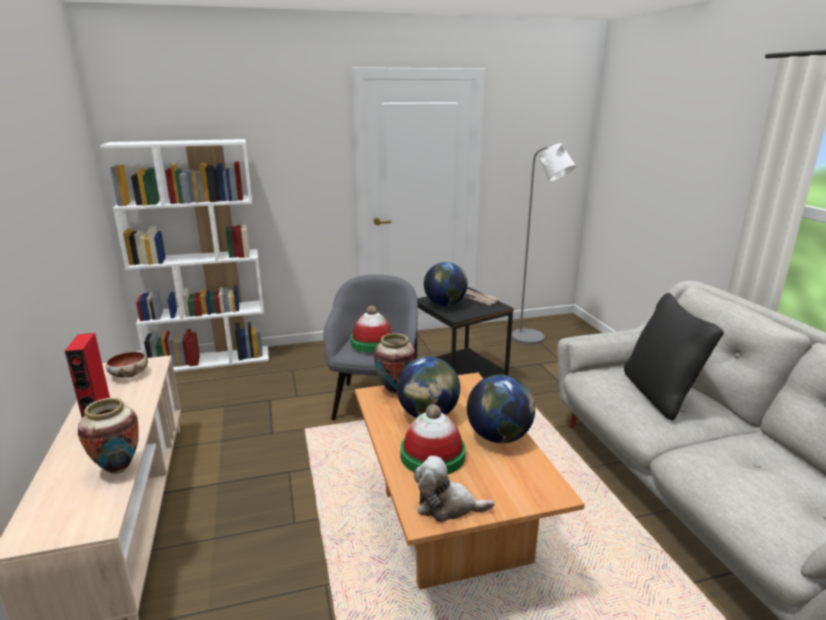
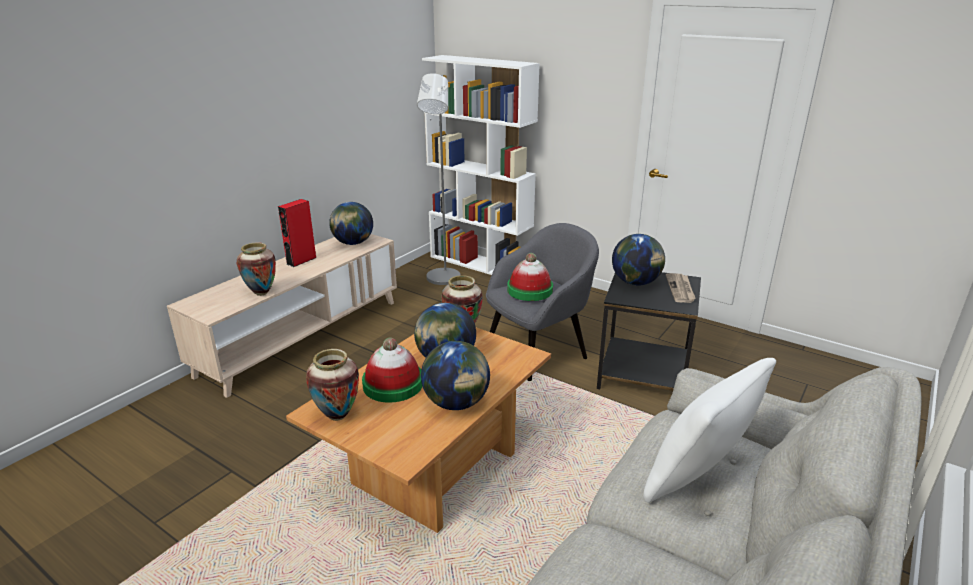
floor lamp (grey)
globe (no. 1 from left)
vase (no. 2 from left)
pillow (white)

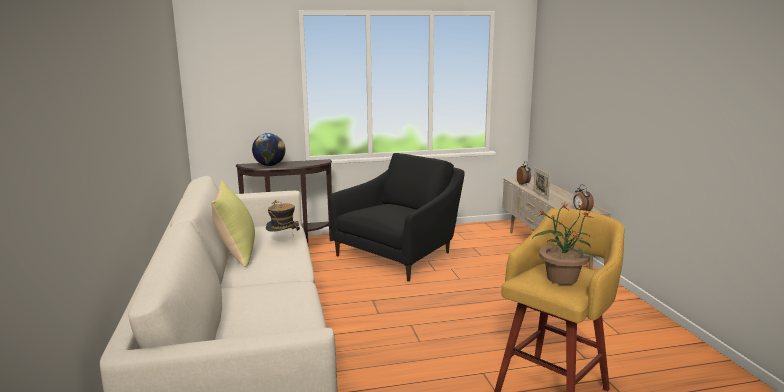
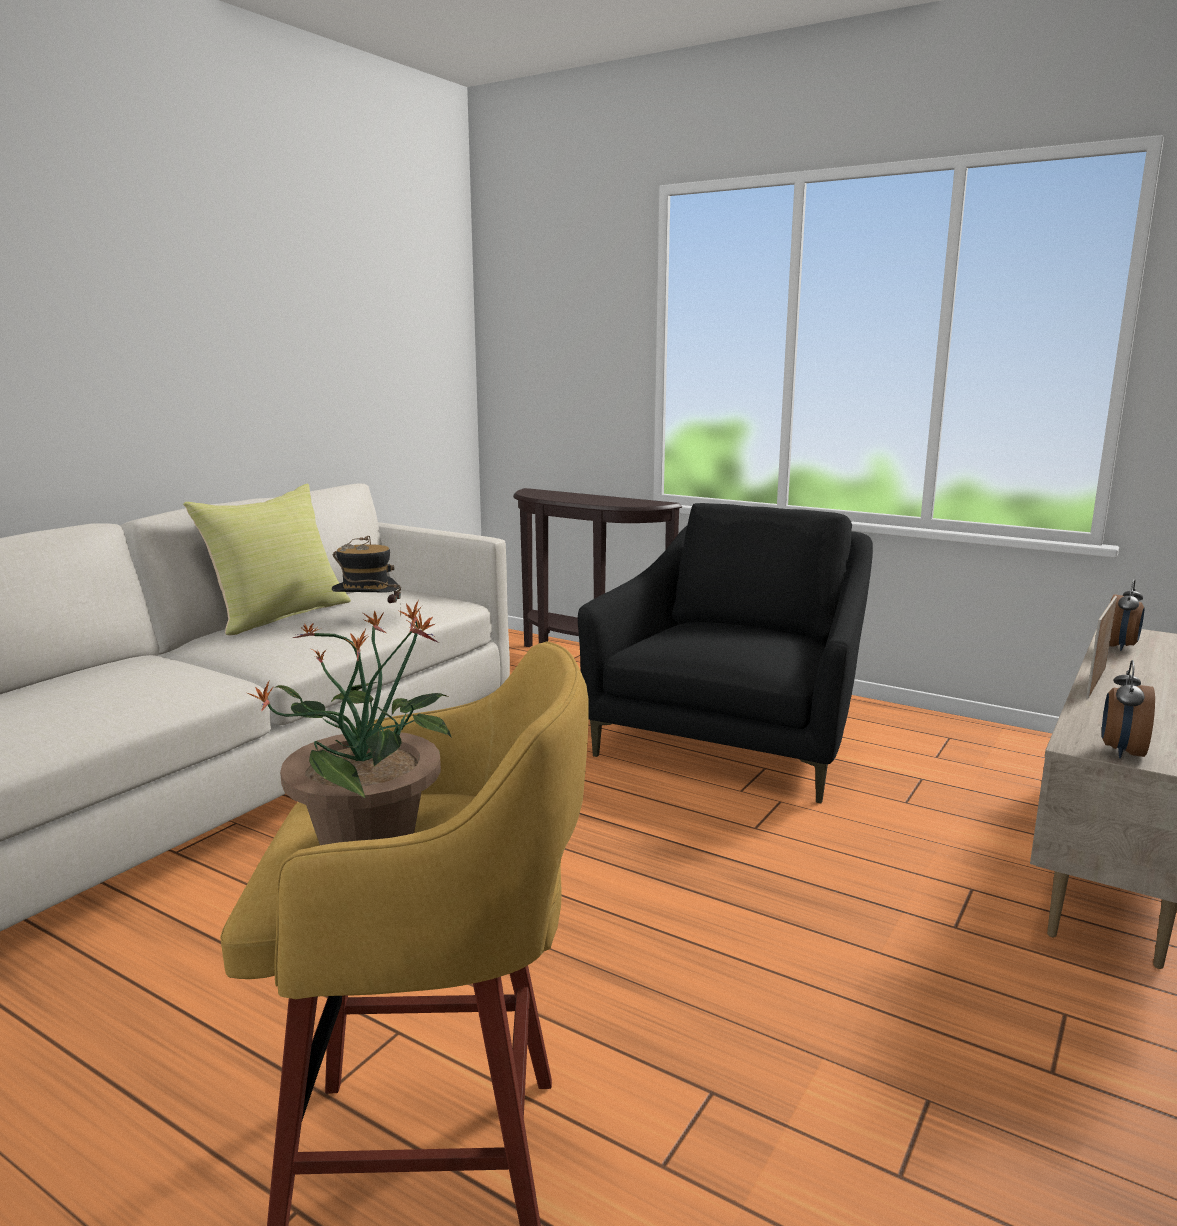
globe
armchair (black)

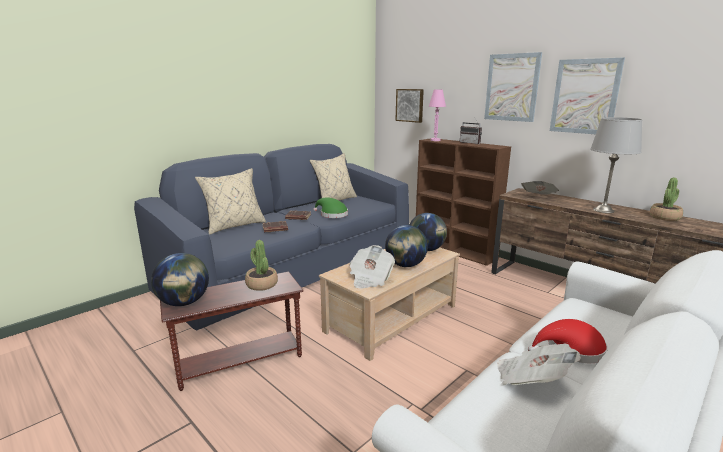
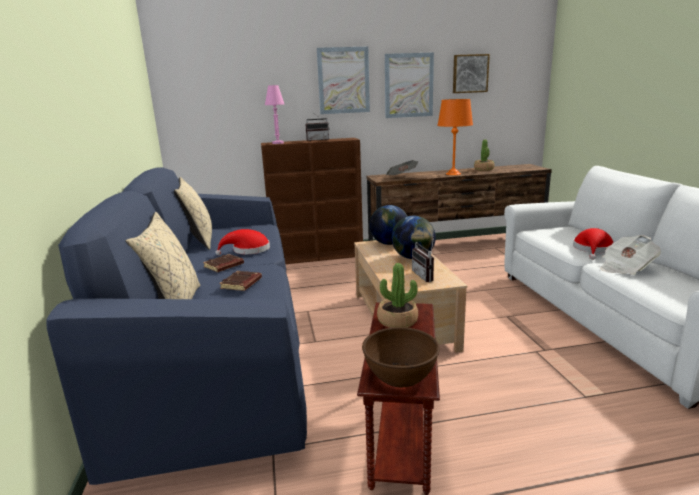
picture (no. 3 from left)
bowl (brown)
radio (no. 2 from left)
hat (red) (no. 1 from left)
table lamp (orange)

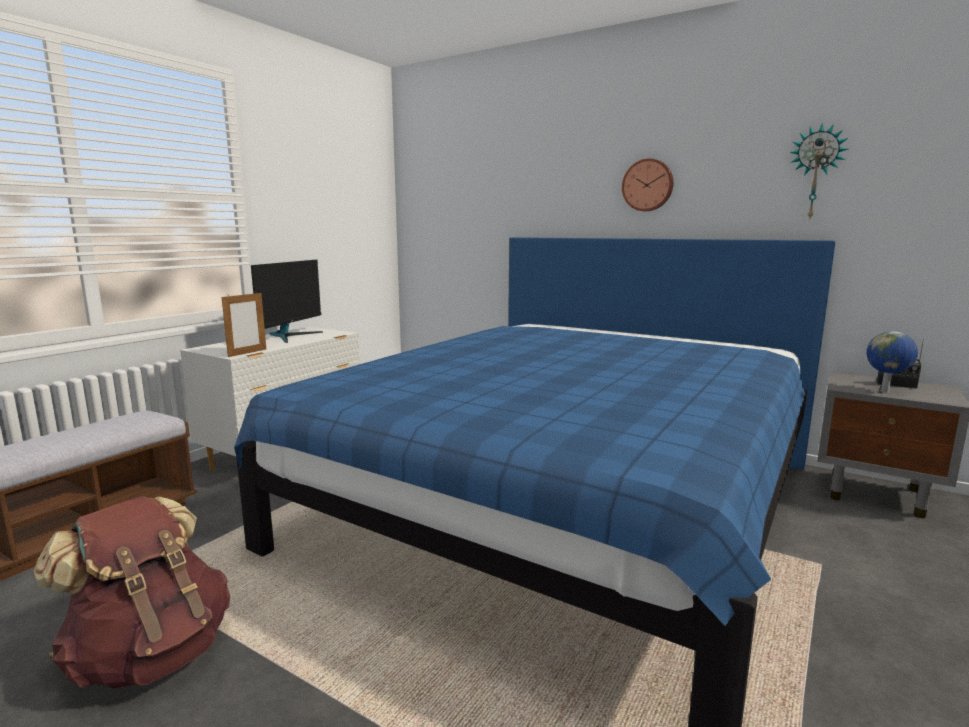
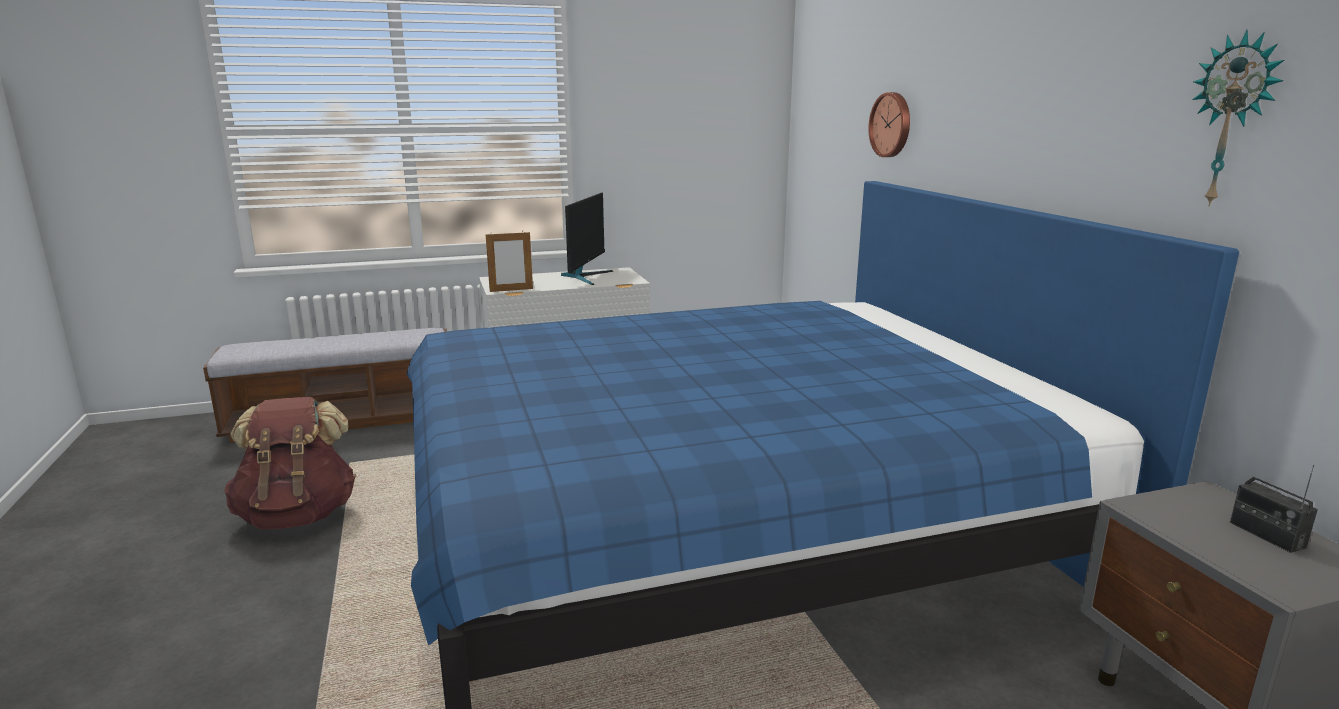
globe
wall clock (no. 1 from left)
monitor

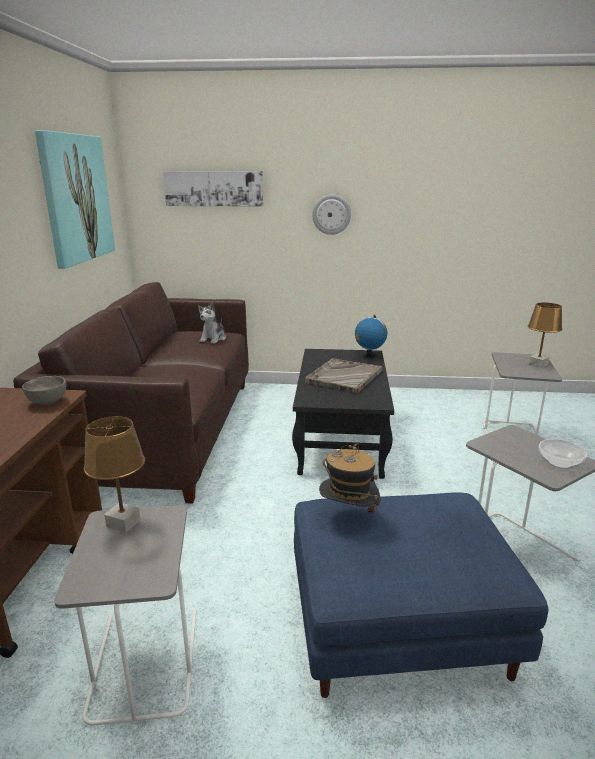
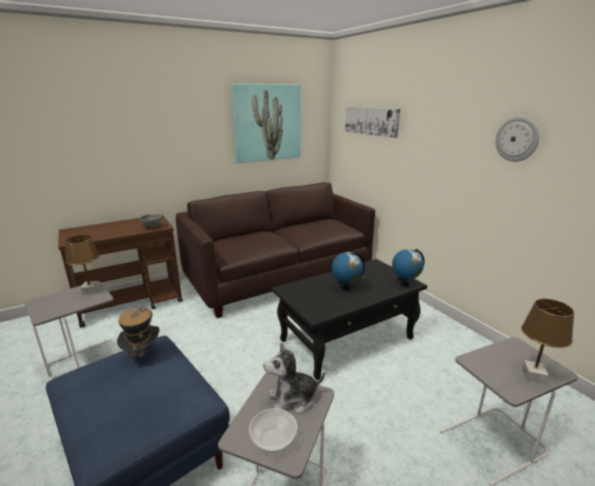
plush toy
wall clock
globe (no. 1 from left)

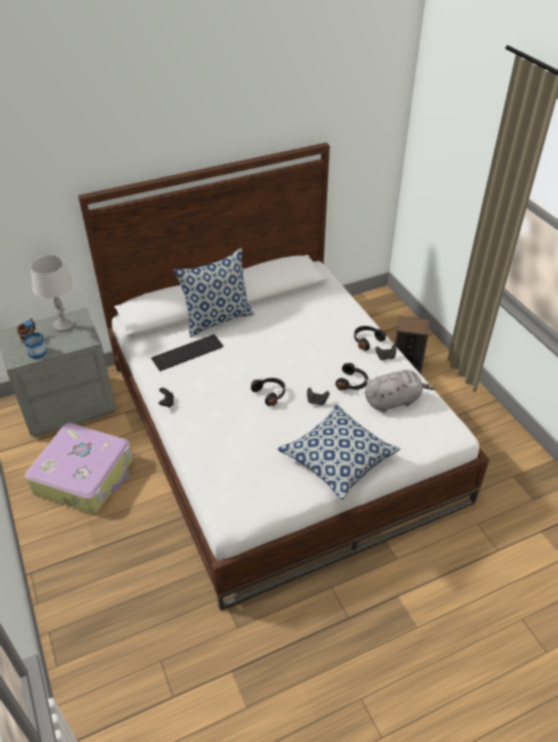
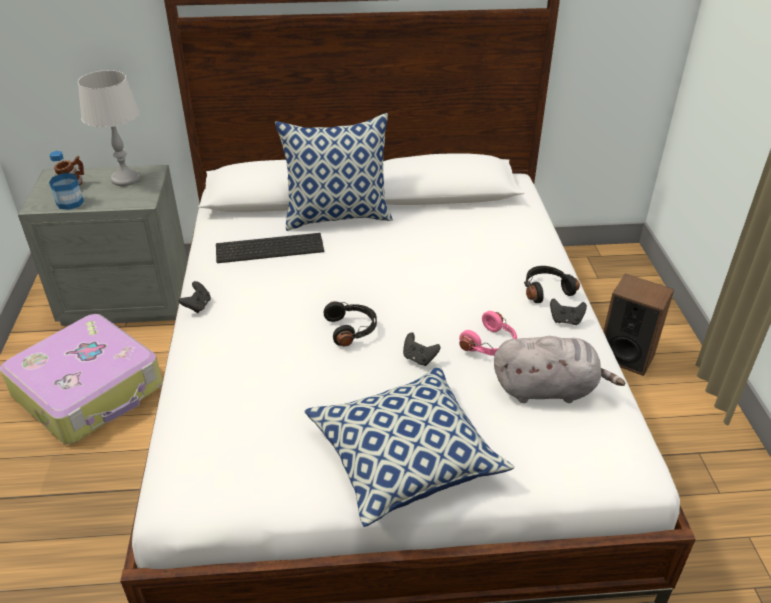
headphones (pink)

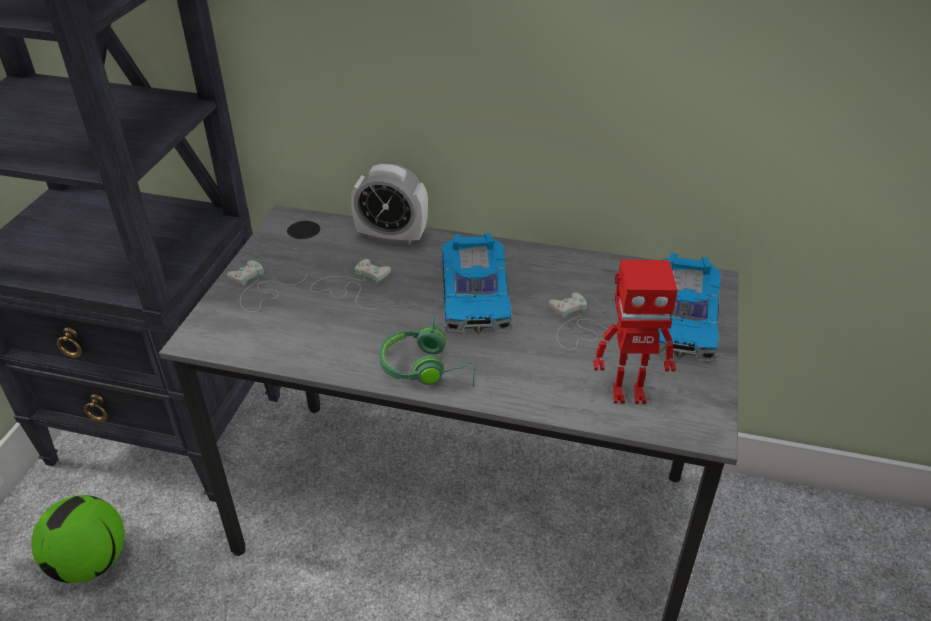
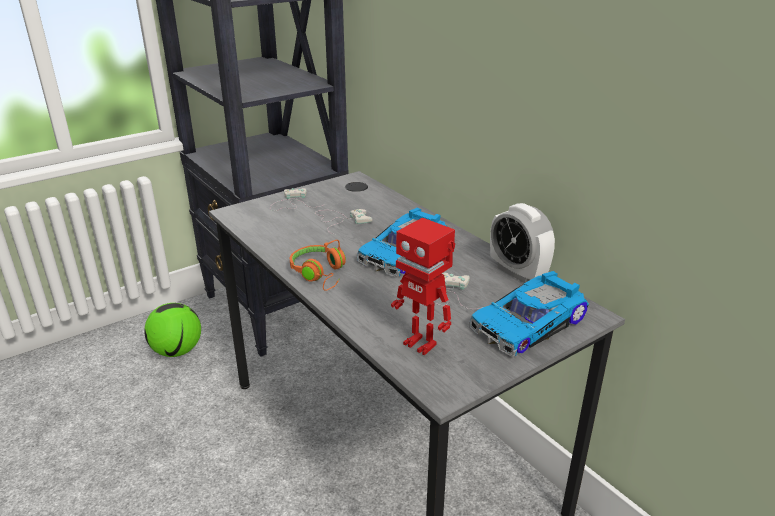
alarm clock
headphones (orange)

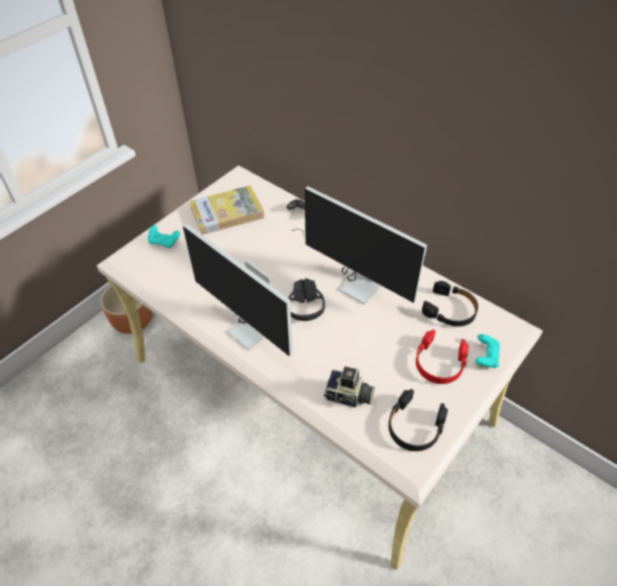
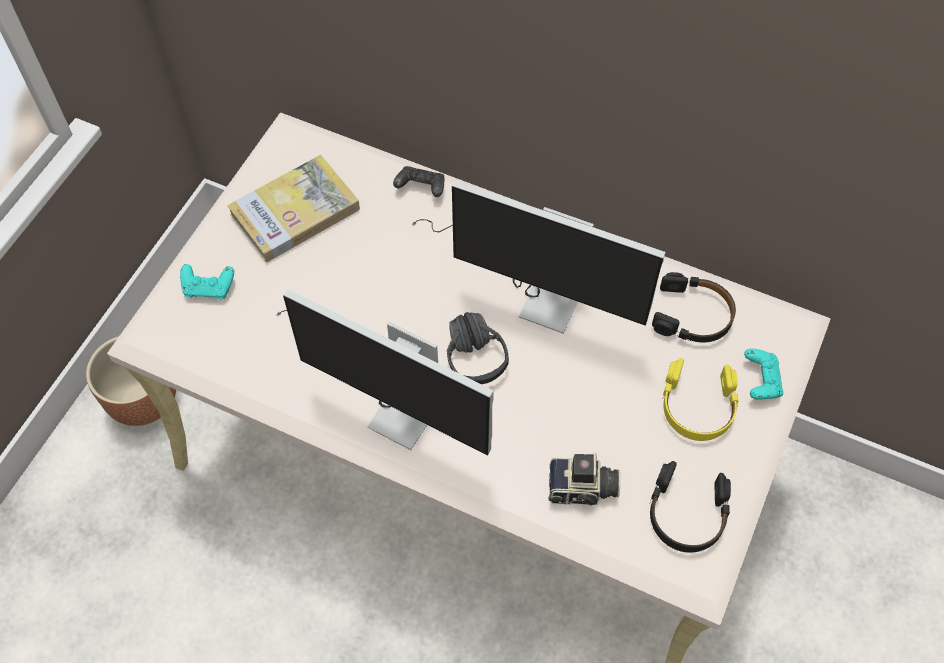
headphones (yellow)

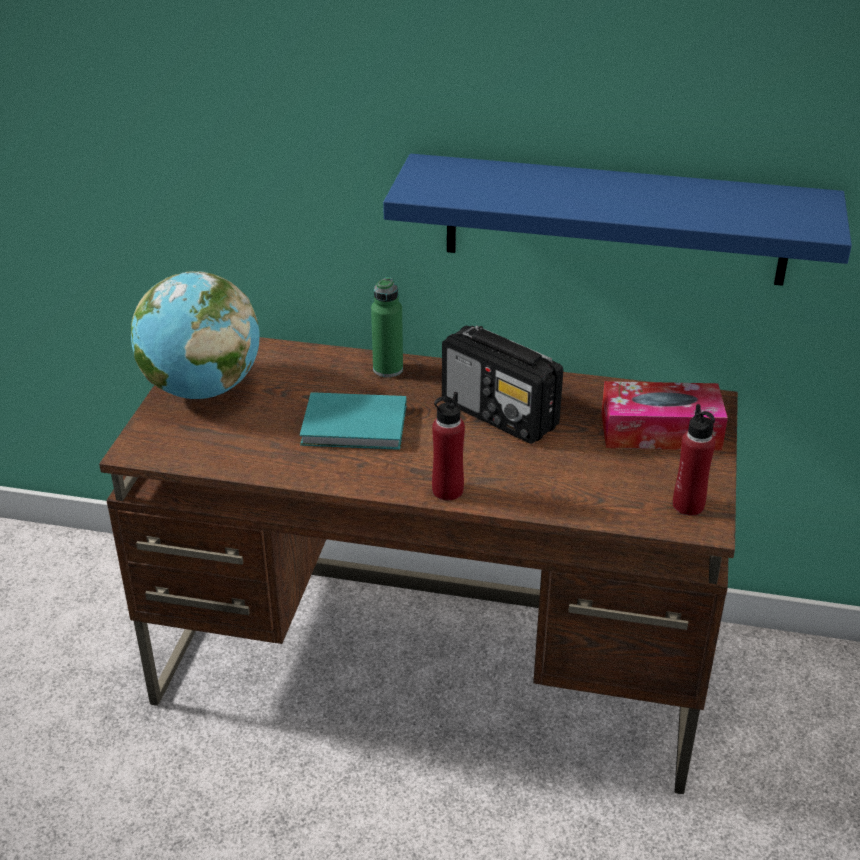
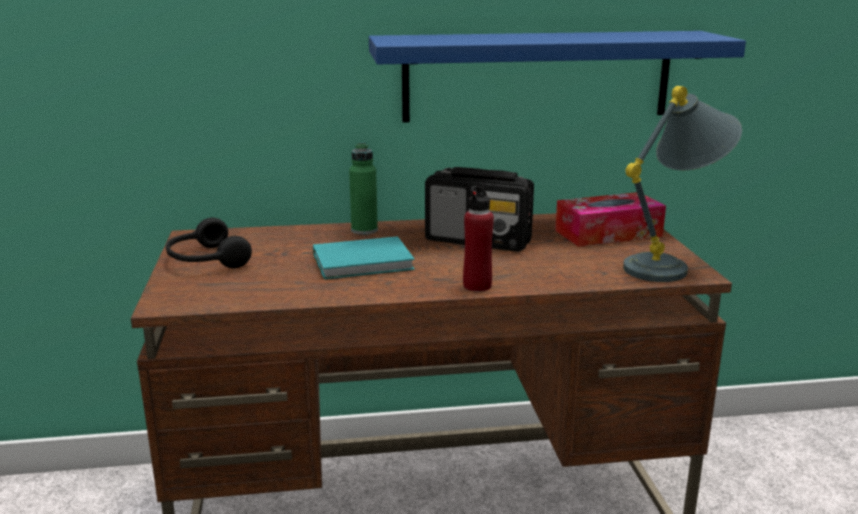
headphones (black)
table lamp (grey)

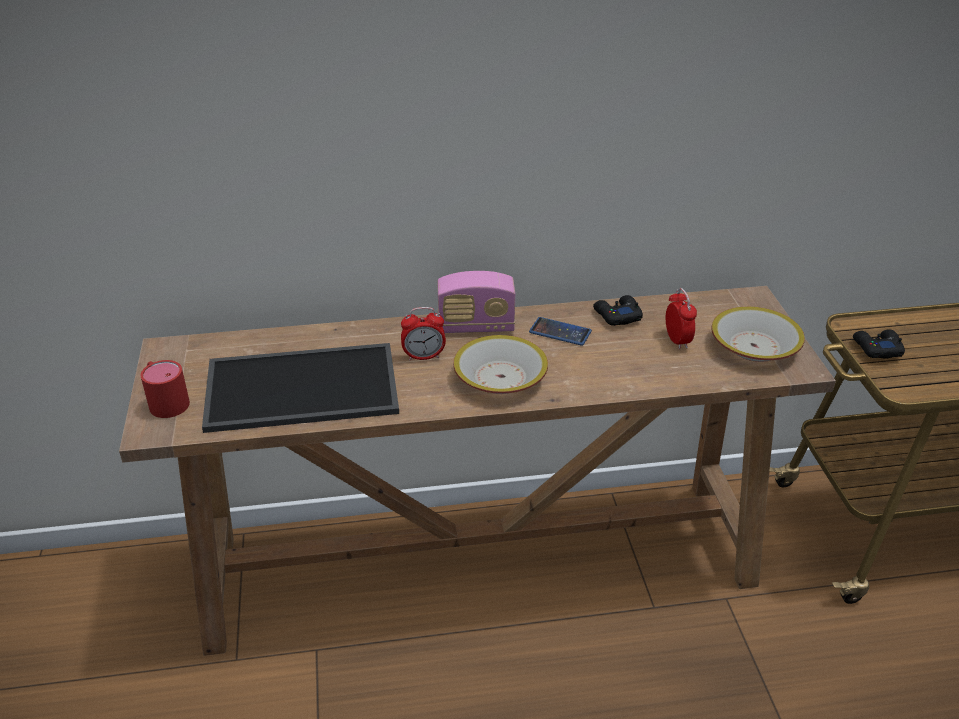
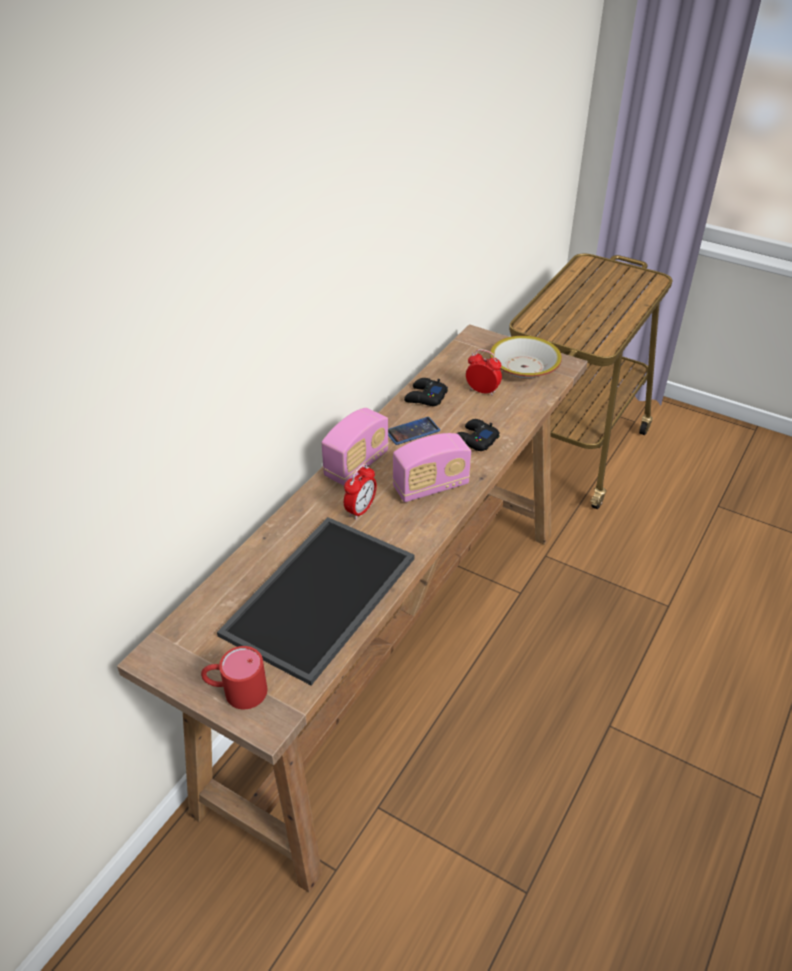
game controller (black) (no. 2 from left)
radio (no. 2 from left)

